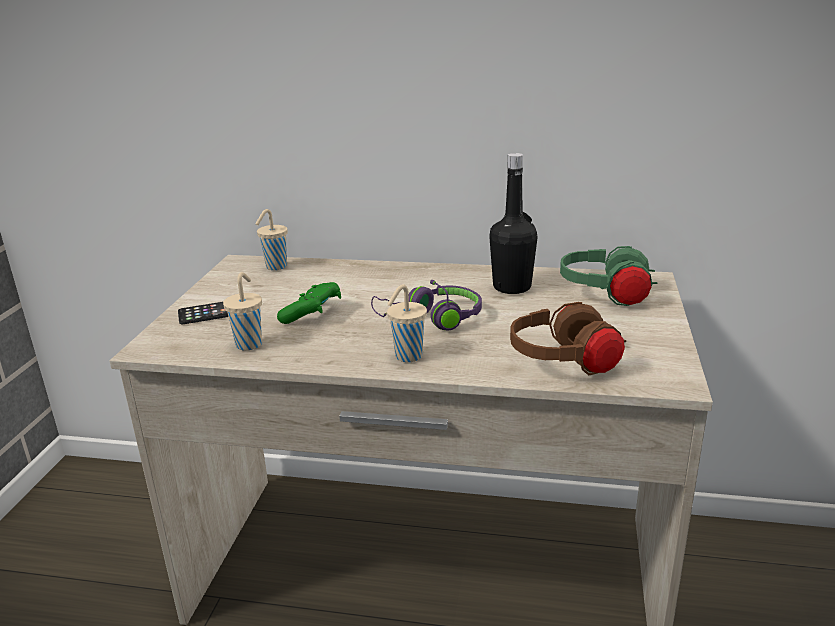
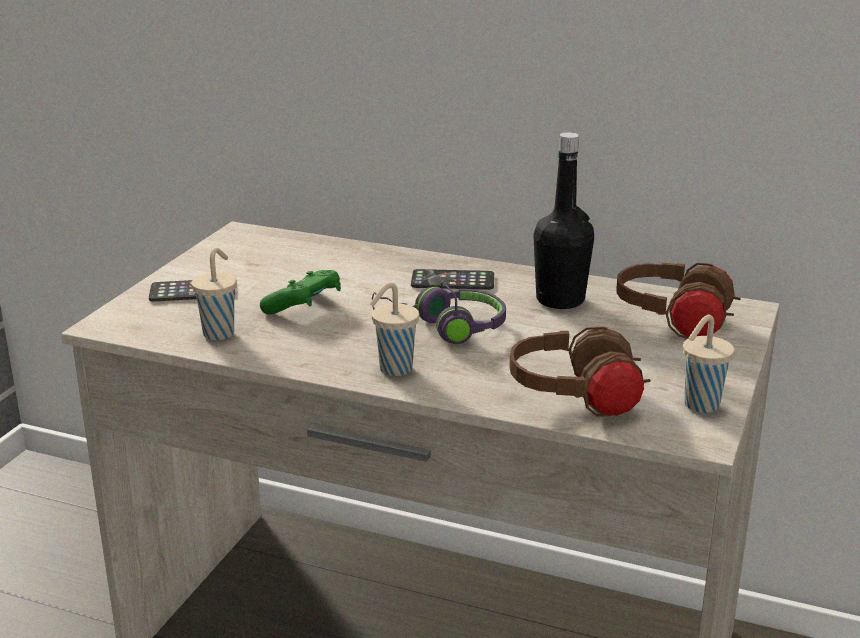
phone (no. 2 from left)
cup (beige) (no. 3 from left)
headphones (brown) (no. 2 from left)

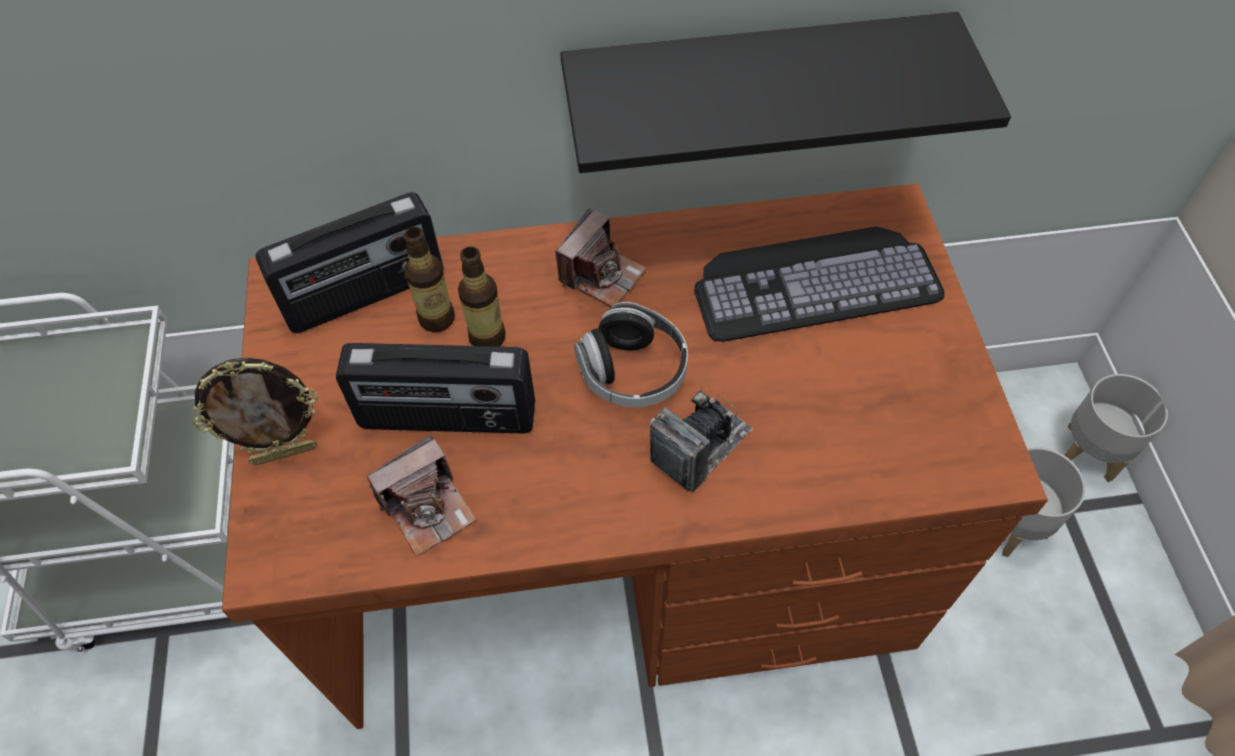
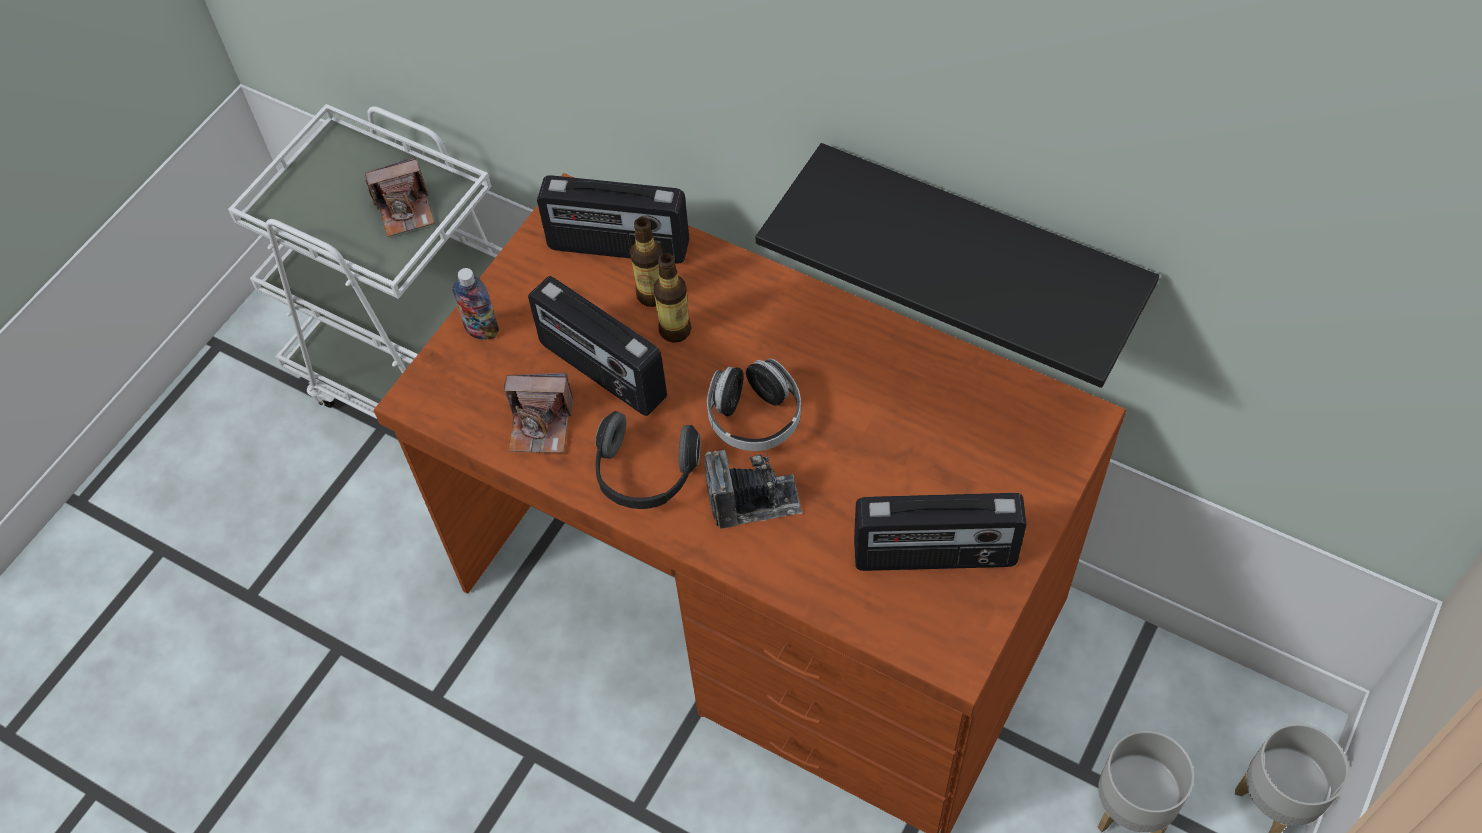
keyboard
headphones (no. 1 from left)
radio (no. 3 from left)
photo camera (no. 1 from left)
bottle (no. 1 from left)

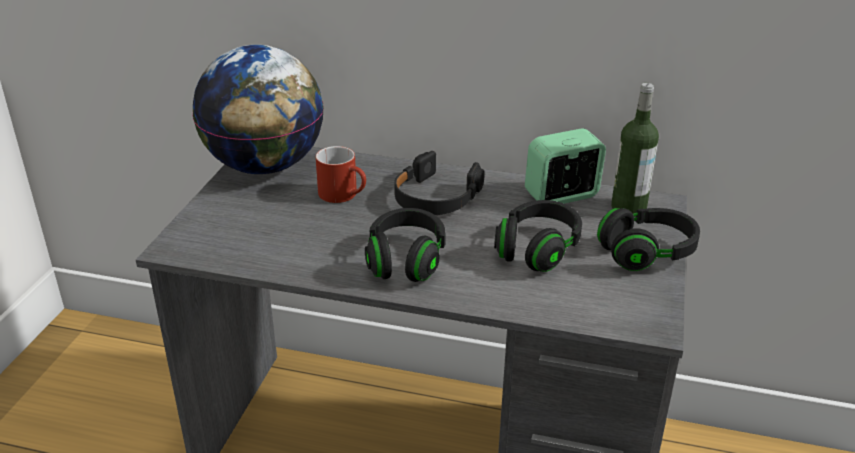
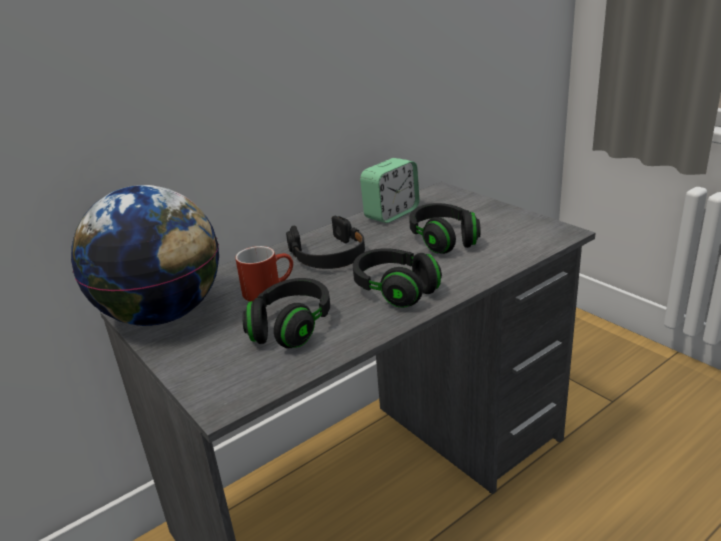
bottle
headphones (black) (no. 1 from left)
alarm clock

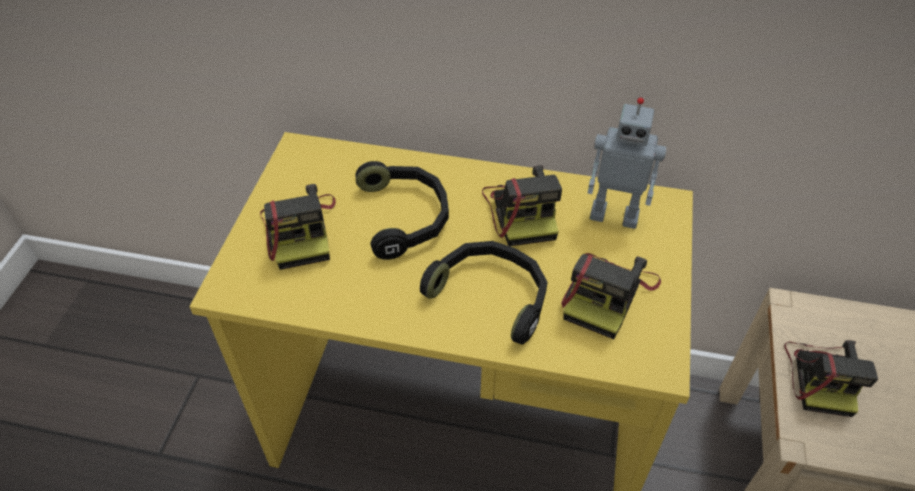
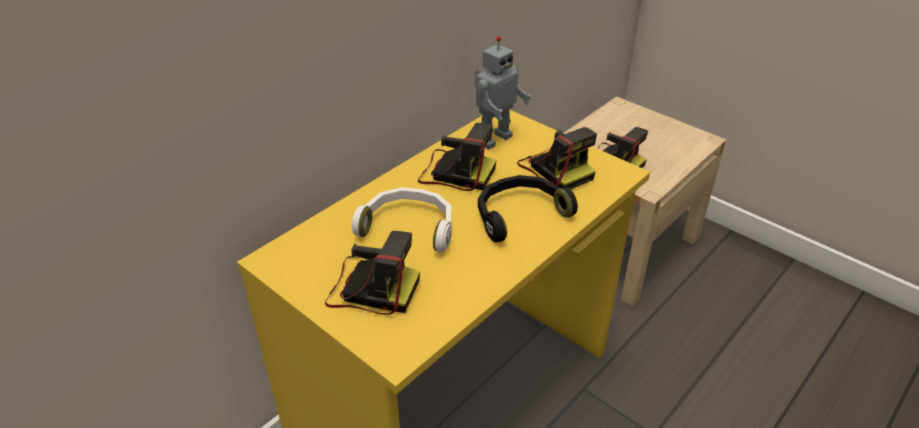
headphones (white)

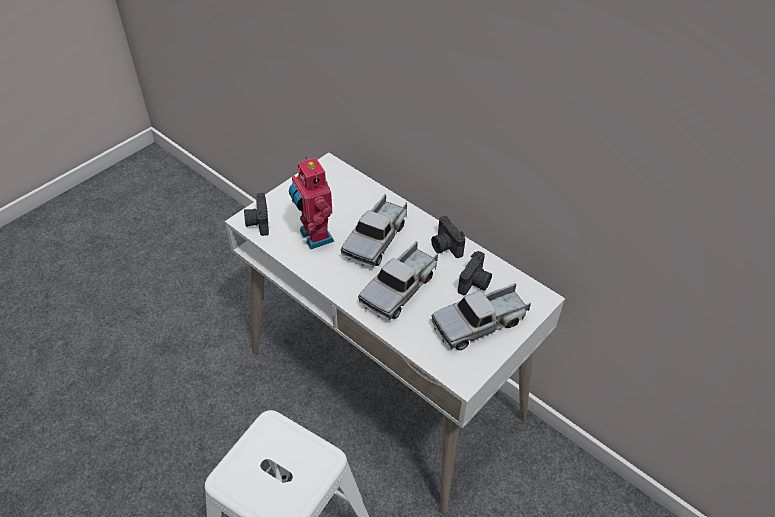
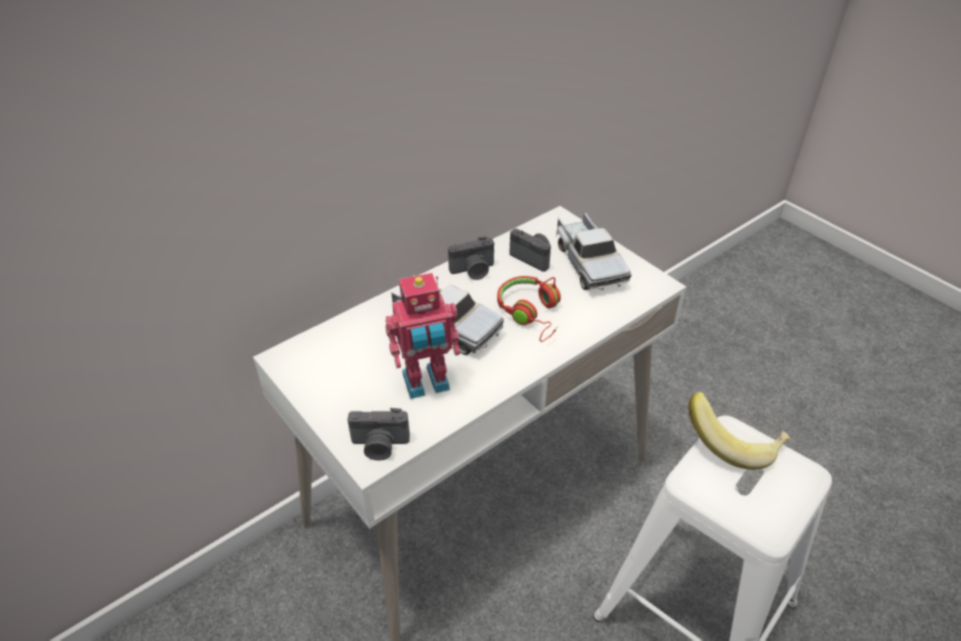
banana
headphones (red)

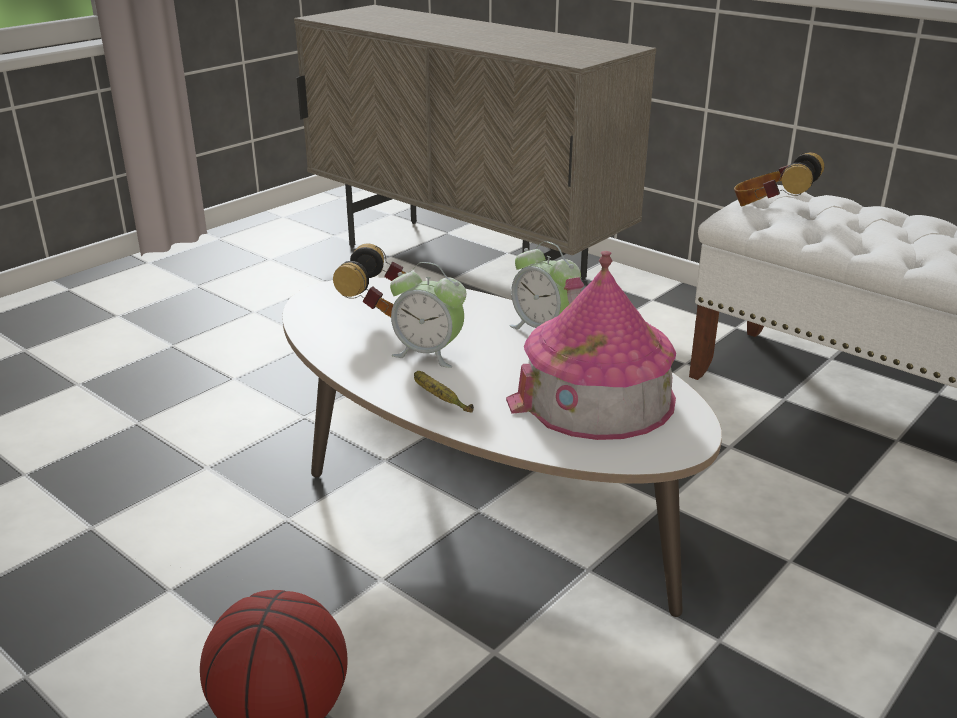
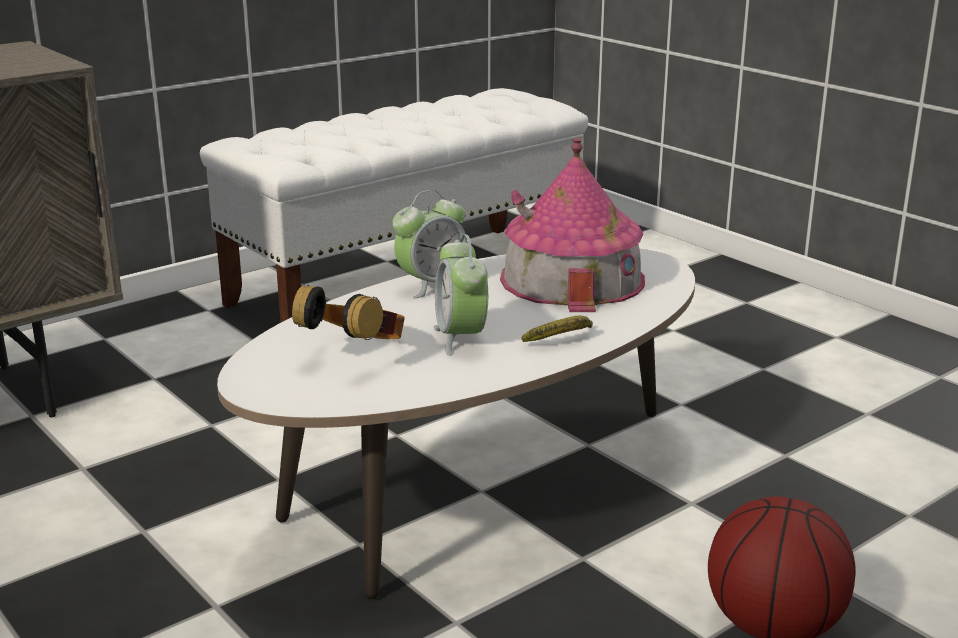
headphones (no. 2 from left in the first image)
alarm clock (no. 2 from left)

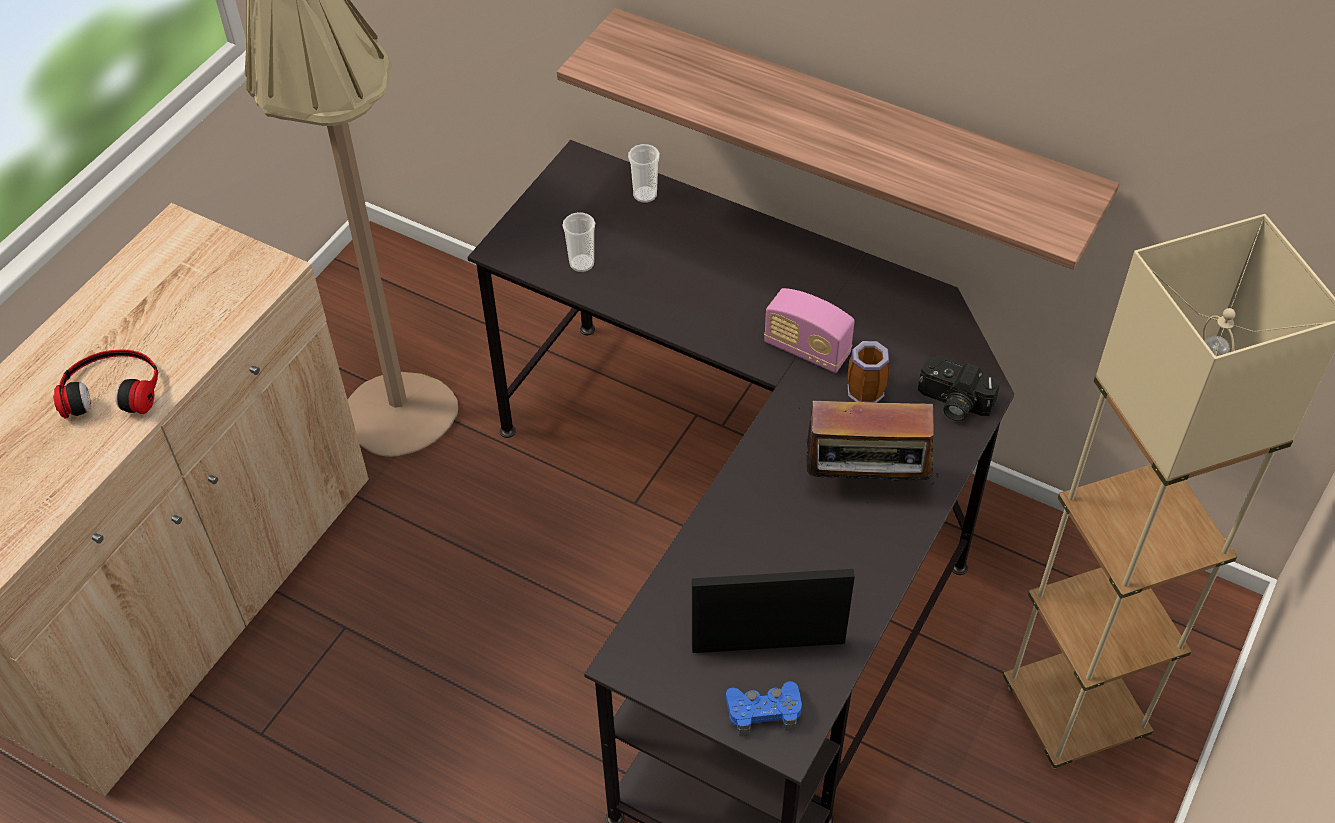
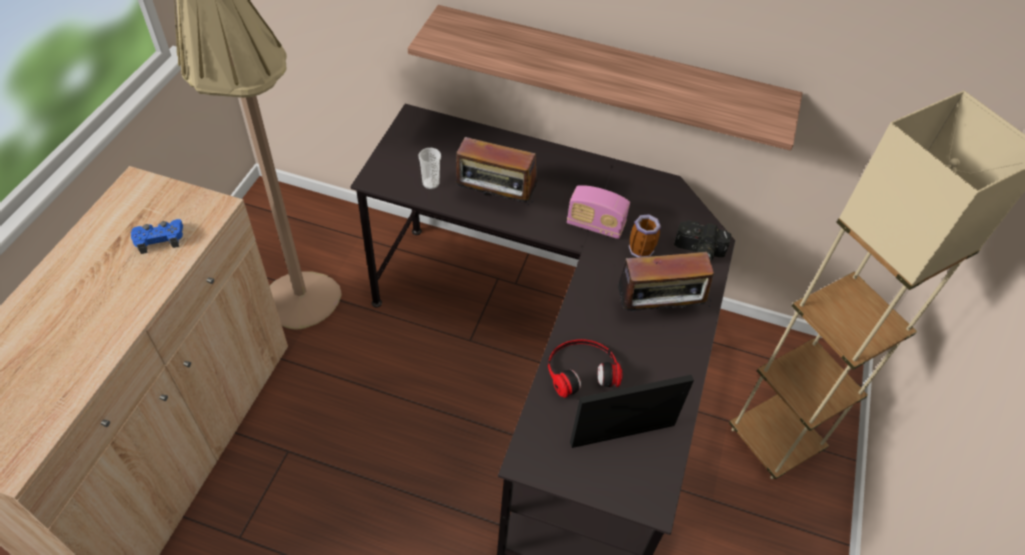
cup (no. 2 from left in the first image)
radio (no. 1 from left)
headphones
game controller (blue)

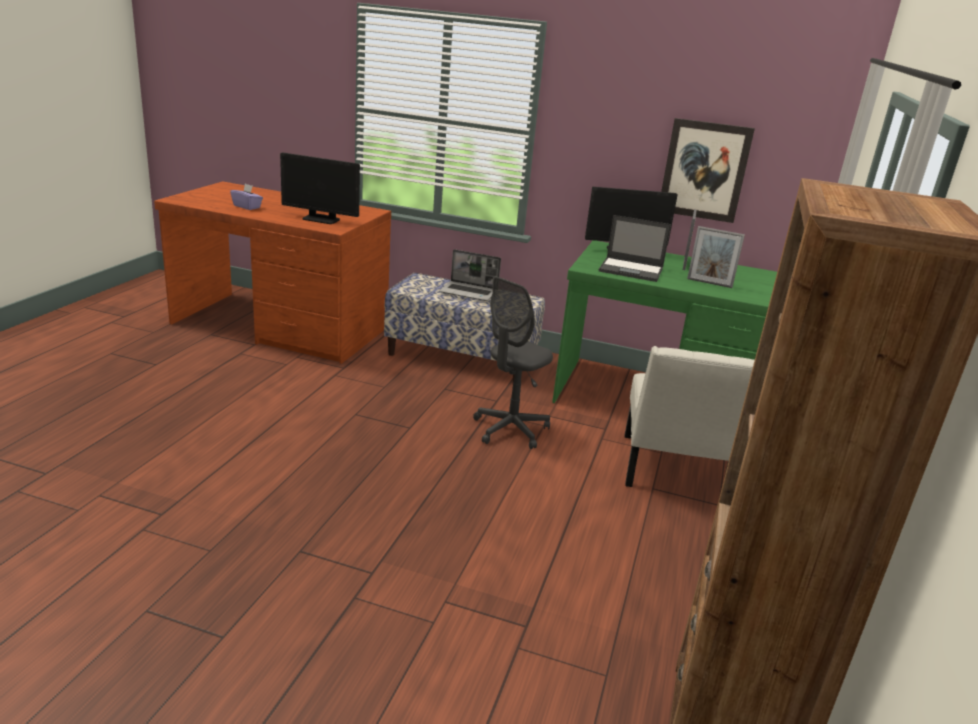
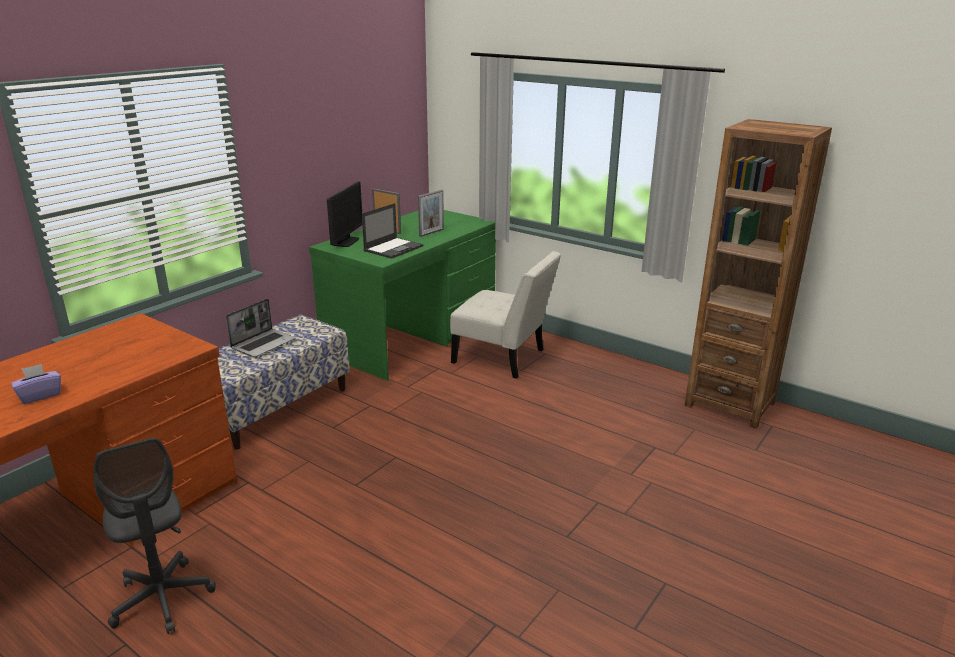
monitor (no. 1 from left in the first image)
picture
office chair (grey)

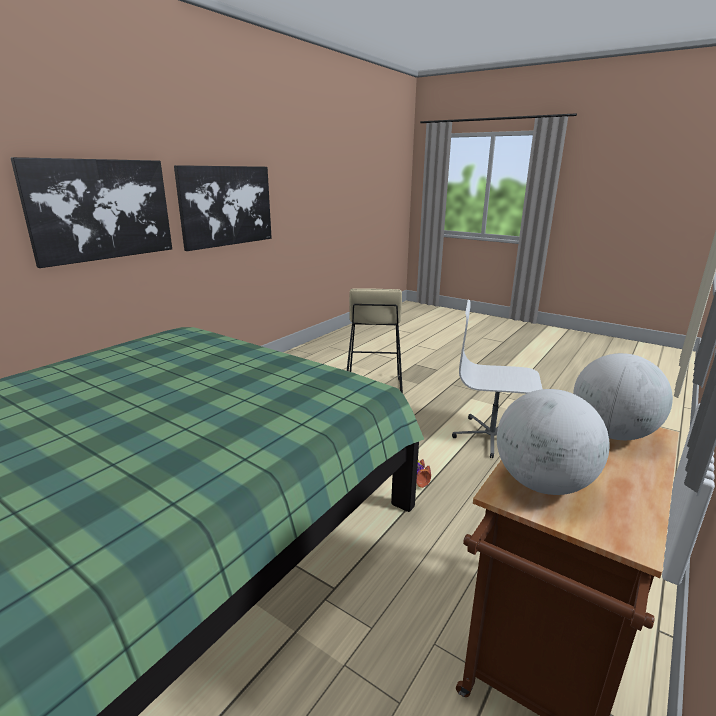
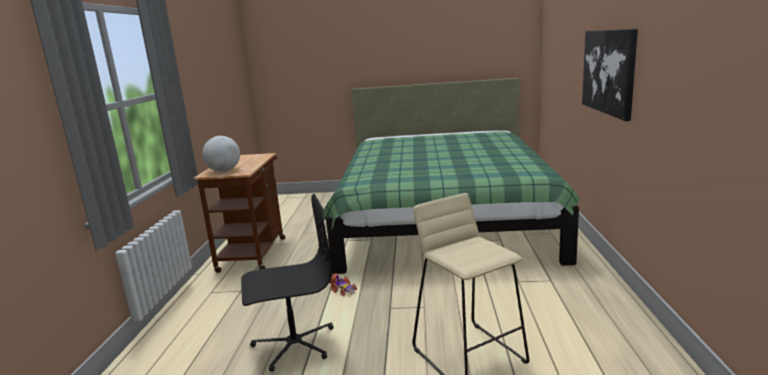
picture (no. 2 from left in the first image)
globe (no. 1 from left in the first image)
office chair (black)

